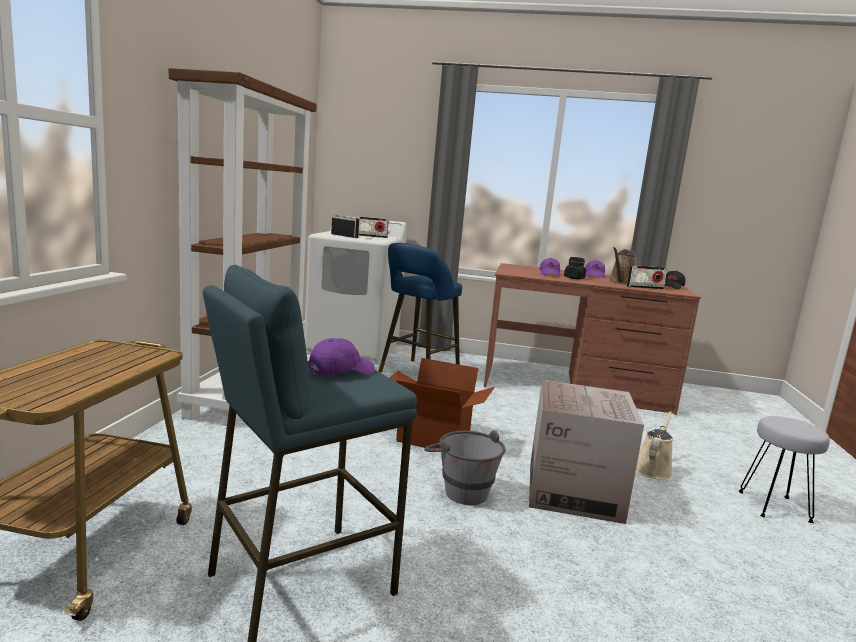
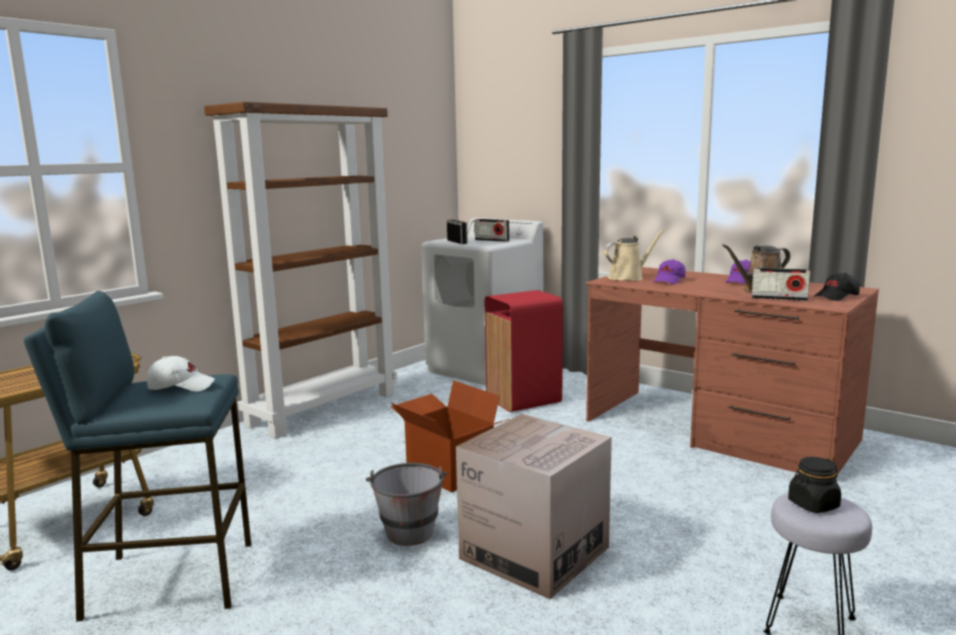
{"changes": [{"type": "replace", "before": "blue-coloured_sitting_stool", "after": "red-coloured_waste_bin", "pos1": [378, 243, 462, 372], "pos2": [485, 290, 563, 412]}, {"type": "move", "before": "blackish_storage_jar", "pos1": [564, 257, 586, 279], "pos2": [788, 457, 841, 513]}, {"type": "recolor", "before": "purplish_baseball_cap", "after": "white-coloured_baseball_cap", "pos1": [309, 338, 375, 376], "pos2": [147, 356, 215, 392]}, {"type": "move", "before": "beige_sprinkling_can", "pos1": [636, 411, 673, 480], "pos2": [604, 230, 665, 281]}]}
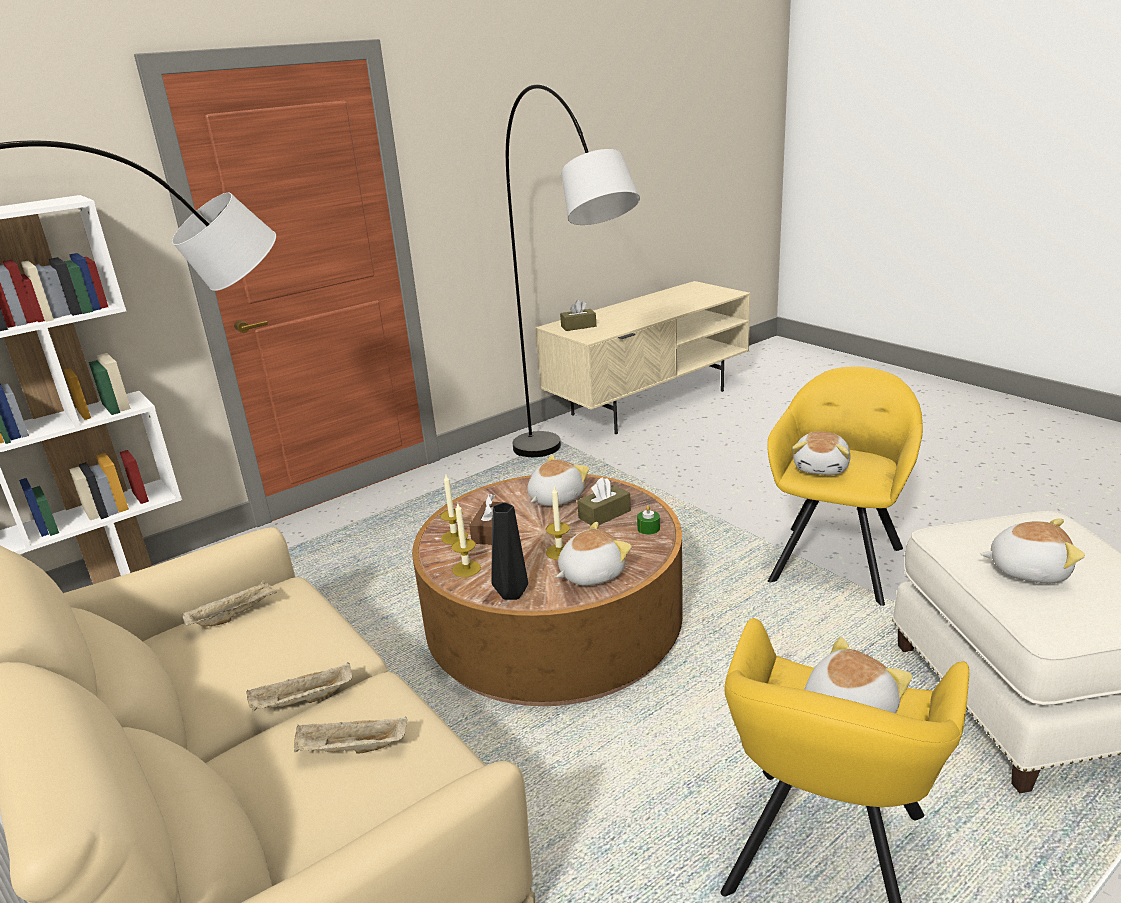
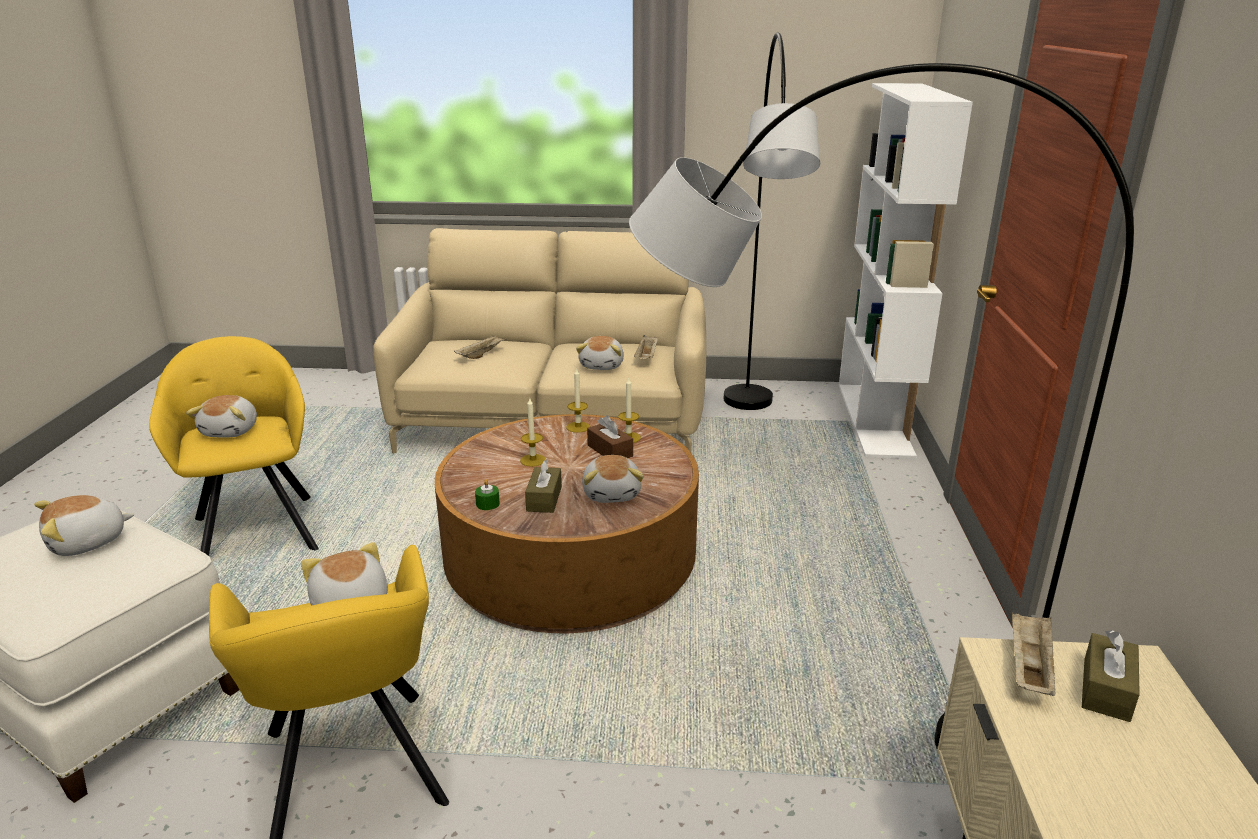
{"changes": [{"type": "delete", "before": "blackish_decorative_vase", "pos1": [491, 502, 528, 600]}, {"type": "move", "before": "plush_toy", "pos1": [556, 522, 632, 586], "pos2": [576, 336, 624, 370]}, {"type": "move", "before": "beige_carrying_tray", "pos1": [246, 662, 352, 711], "pos2": [1012, 612, 1055, 696]}]}
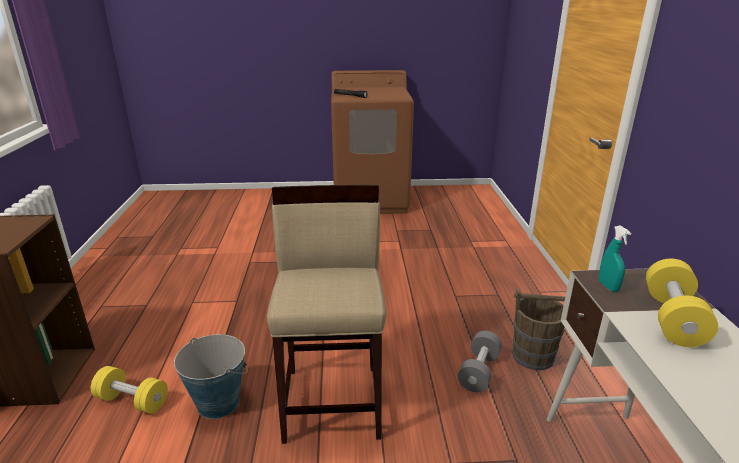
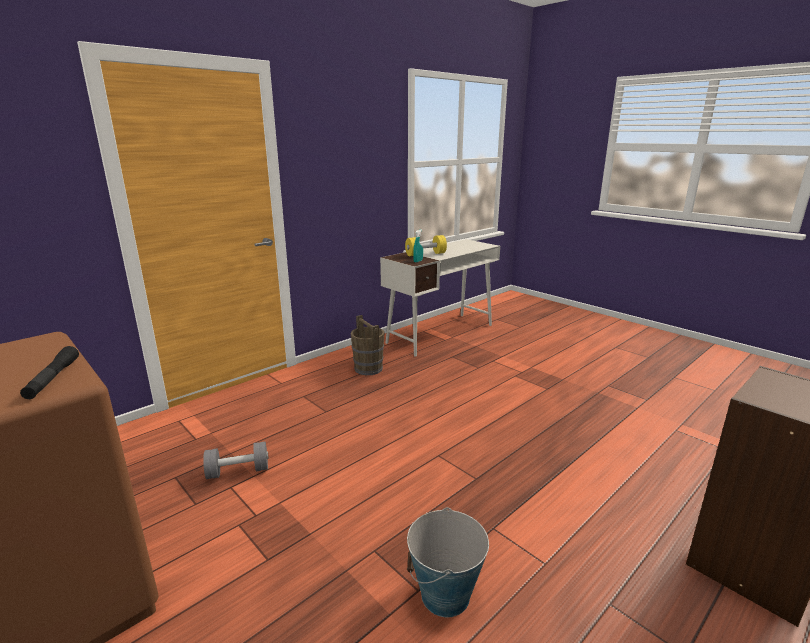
{"changes": [{"type": "delete", "before": "beige_sitting_stool", "pos1": [267, 185, 387, 444]}, {"type": "move", "before": "grey_free_weight", "pos1": [458, 331, 502, 392], "pos2": [203, 442, 268, 479]}, {"type": "move", "before": "water_bucket", "pos1": [174, 334, 248, 419], "pos2": [407, 507, 489, 617]}, {"type": "delete", "before": "yellowish_free_weight", "pos1": [91, 366, 168, 414]}]}
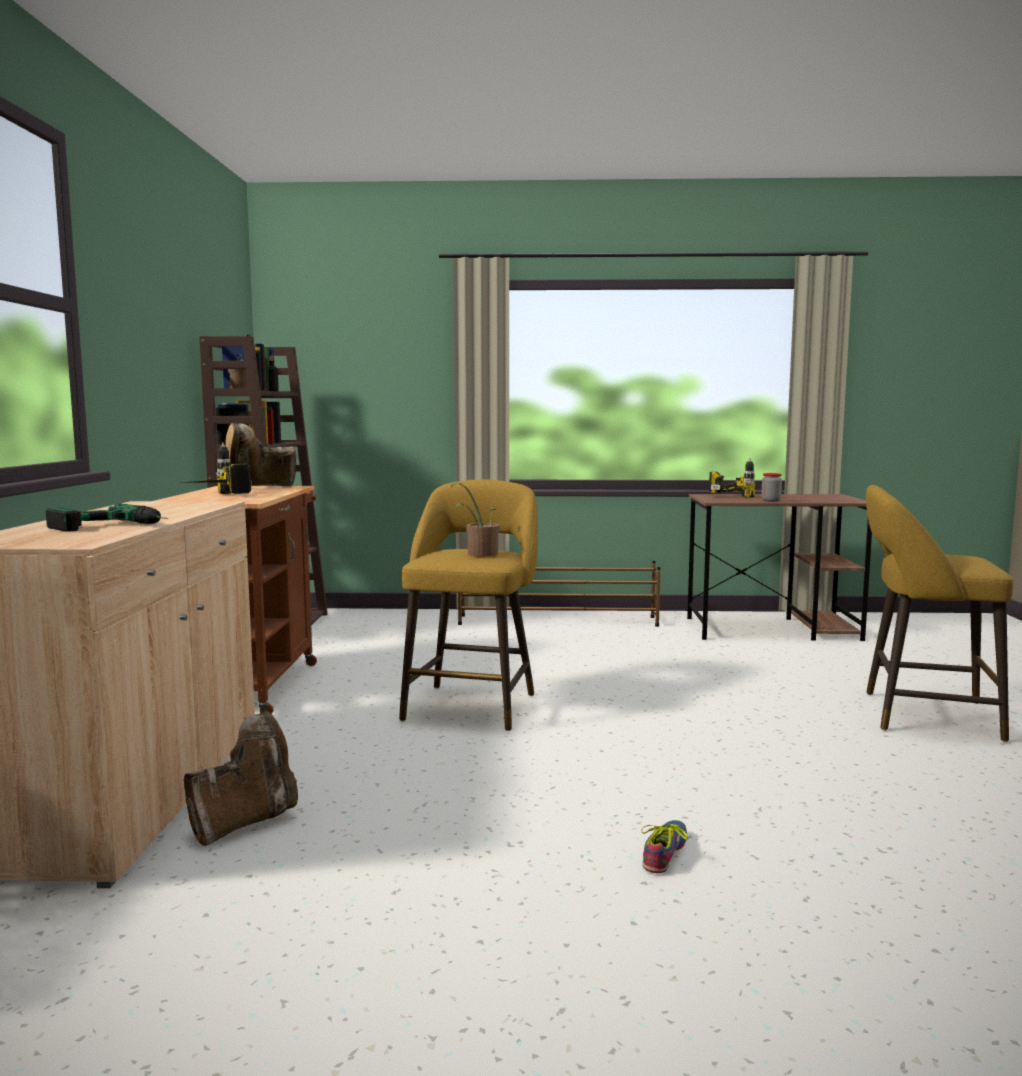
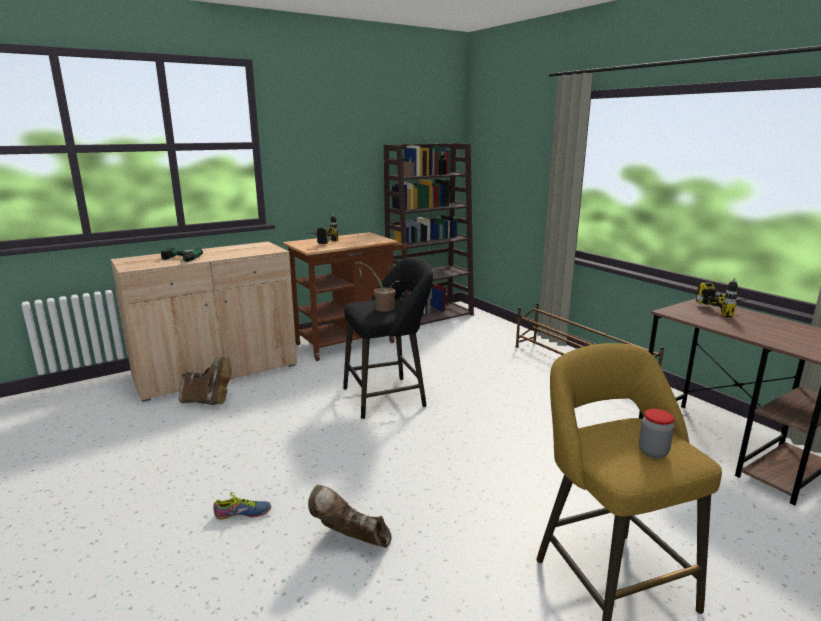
{"changes": [{"type": "move", "before": "brownish_boot", "pos1": [226, 423, 296, 486], "pos2": [308, 485, 392, 548]}, {"type": "move", "before": "storage_jar", "pos1": [761, 473, 782, 502], "pos2": [639, 409, 674, 458]}, {"type": "recolor", "before": "yellowish_sitting_stool", "after": "blackish_sitting_stool", "pos1": [399, 479, 538, 731], "pos2": [343, 257, 433, 419]}]}
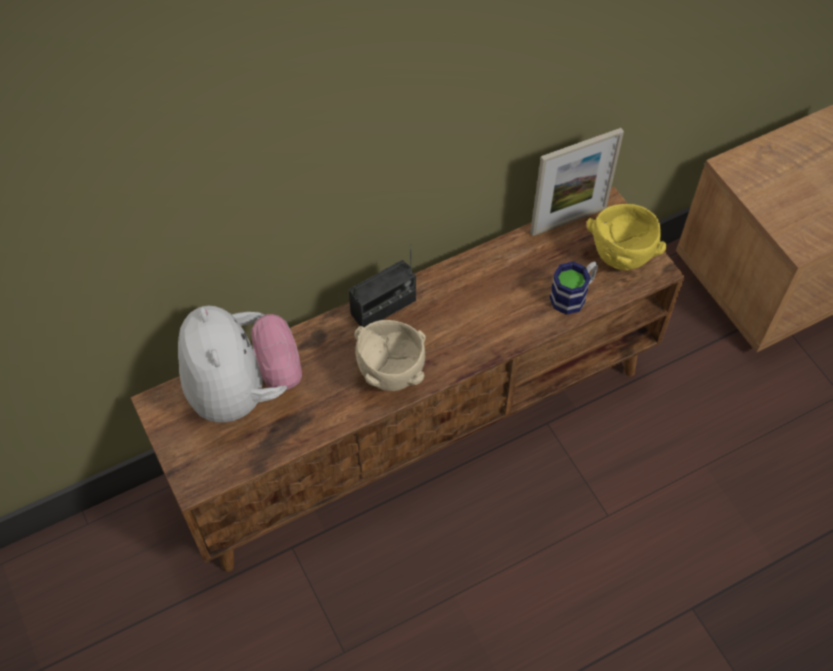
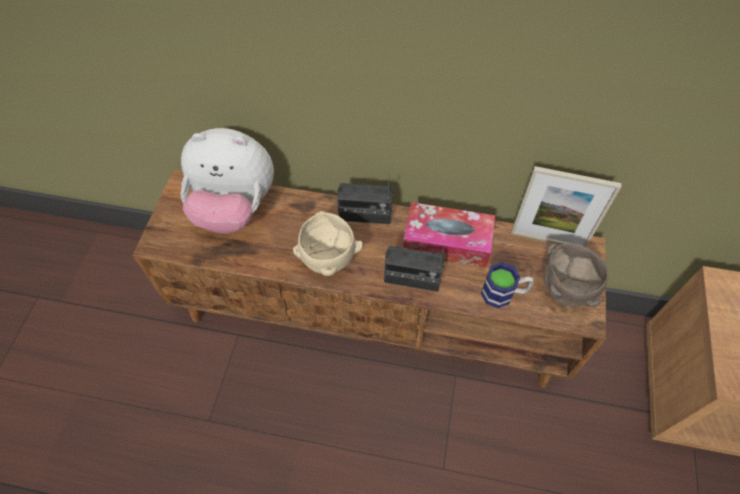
{"changes": [{"type": "recolor", "before": "yellowish_serving_bowl", "after": "brownish_serving_bowl", "pos1": [587, 204, 666, 270], "pos2": [543, 243, 609, 307]}, {"type": "rotate", "before": "plush_toy", "pos1": [178, 306, 302, 422], "pos2": [181, 128, 274, 234], "turn": 75}, {"type": "insert", "after": "tissue_holder", "pos2": [403, 202, 495, 268]}, {"type": "insert", "after": "radio_receiver", "pos2": [384, 245, 445, 292]}]}
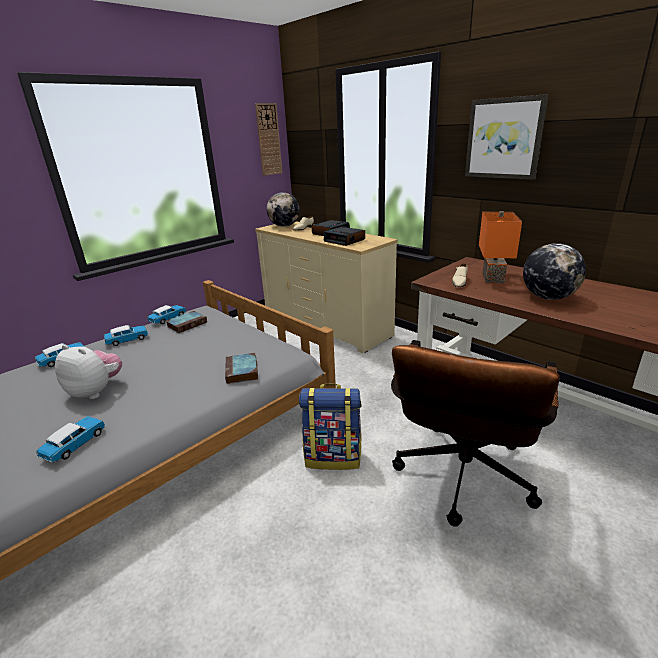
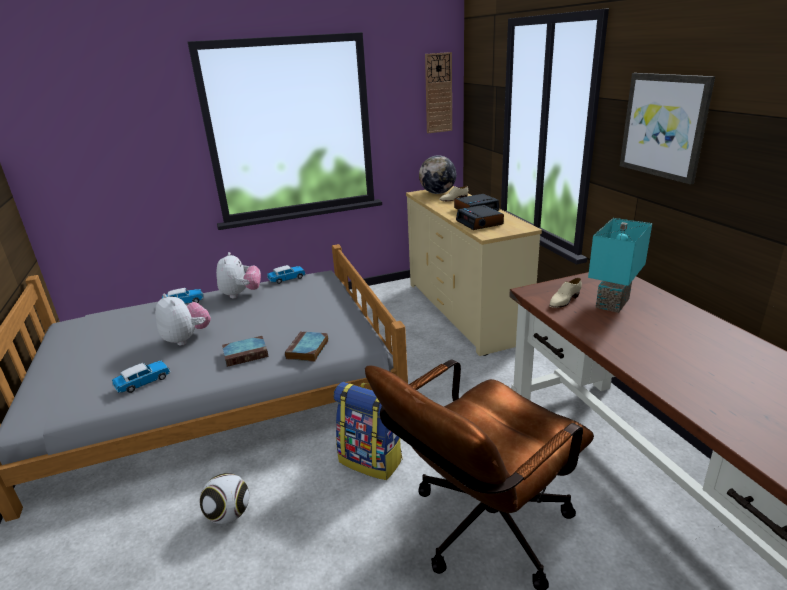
{"changes": [{"type": "recolor", "before": "orange_lamp_for_a_table", "after": "turquoise-coloured_lamp_for_a_table", "pos1": [479, 211, 522, 283], "pos2": [588, 218, 652, 313]}, {"type": "delete", "before": "globe", "pos1": [523, 243, 586, 300]}, {"type": "move", "before": "book", "pos1": [166, 311, 207, 333], "pos2": [222, 336, 268, 367]}, {"type": "replace", "before": "miniature_car", "after": "plush_toy", "pos1": [104, 325, 148, 346], "pos2": [216, 252, 261, 299]}, {"type": "insert", "after": "ball_for_football", "pos2": [200, 473, 249, 524]}]}
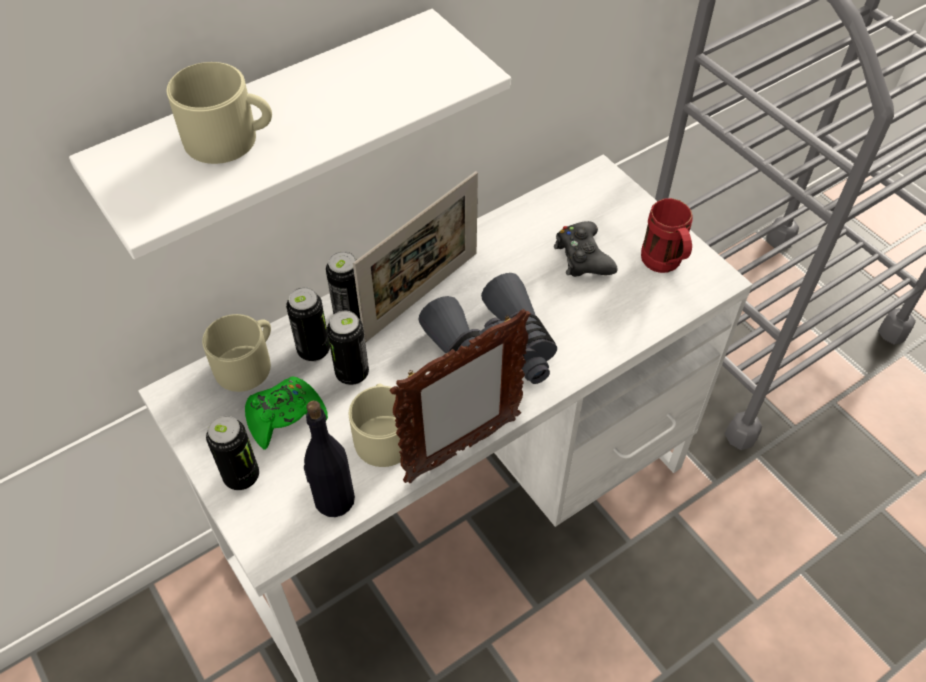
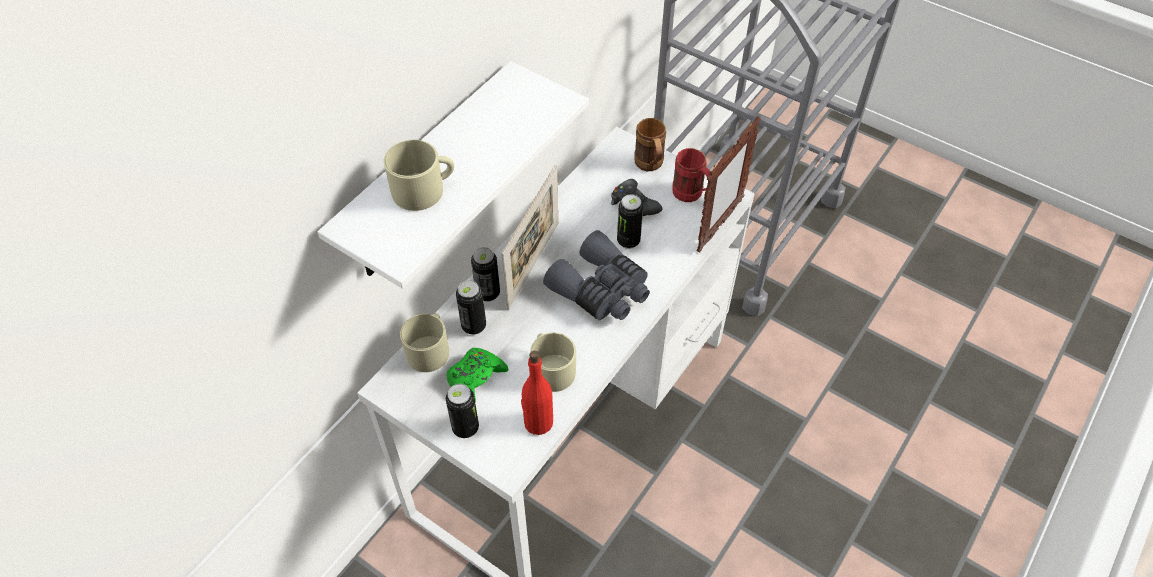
{"changes": [{"type": "move", "before": "standing_frame", "pos1": [390, 309, 531, 483], "pos2": [697, 116, 761, 252]}, {"type": "move", "before": "can", "pos1": [327, 311, 369, 385], "pos2": [617, 195, 643, 249]}, {"type": "recolor", "before": "blackish_drink_bottle", "after": "red-coloured_drink_bottle", "pos1": [304, 401, 355, 517], "pos2": [521, 351, 553, 435]}, {"type": "insert", "after": "brownish_mug", "pos2": [634, 118, 666, 171]}]}
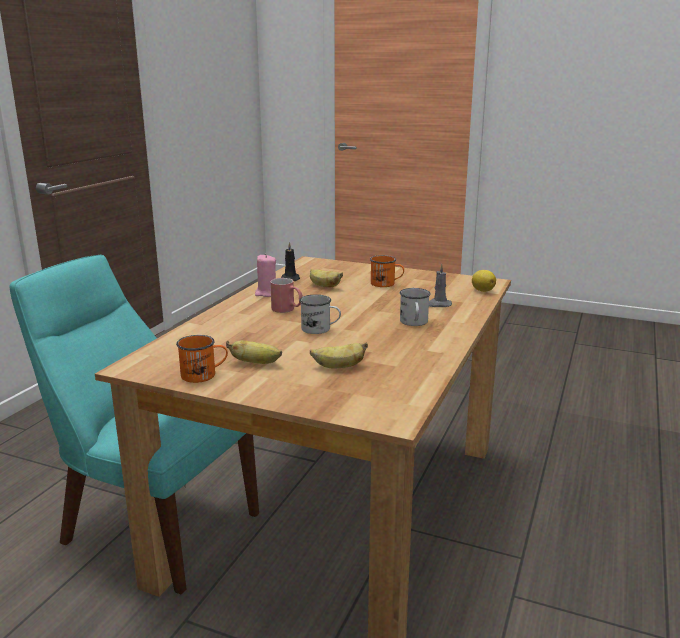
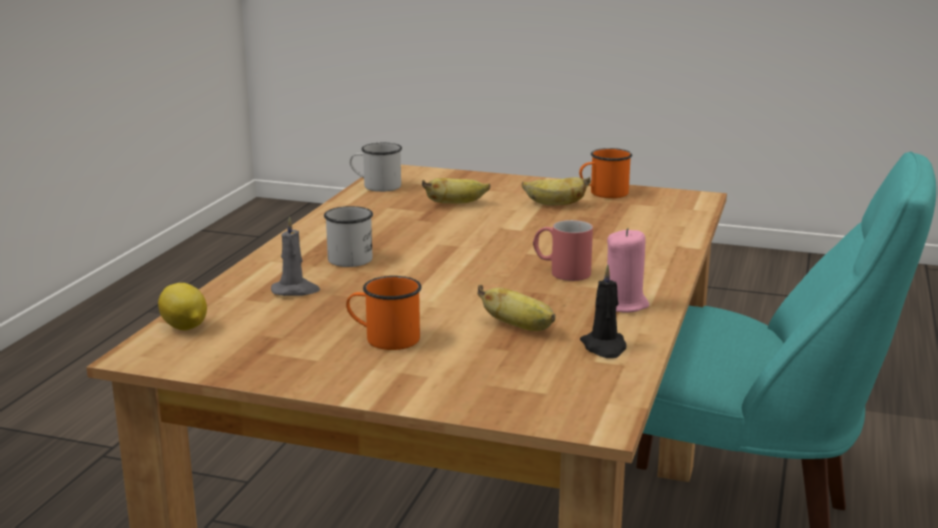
{"changes": [{"type": "move", "before": "white-coloured_mug", "pos1": [299, 294, 341, 334], "pos2": [350, 143, 402, 192]}]}
